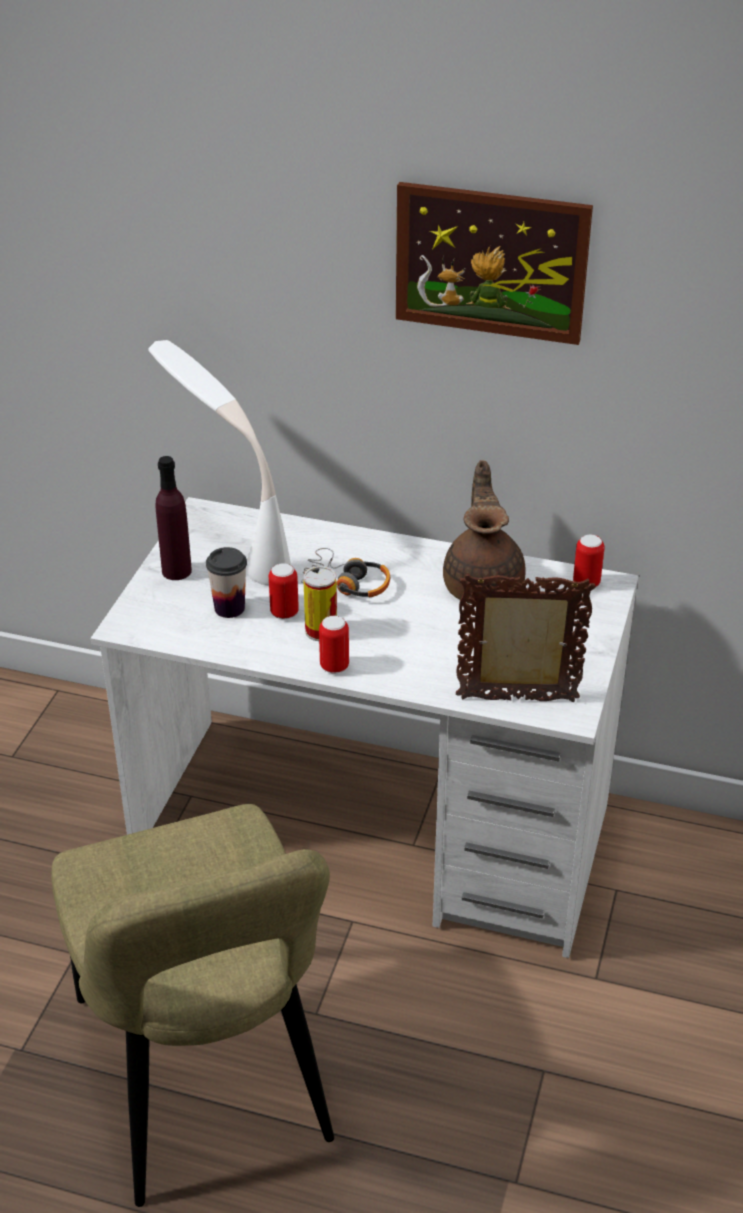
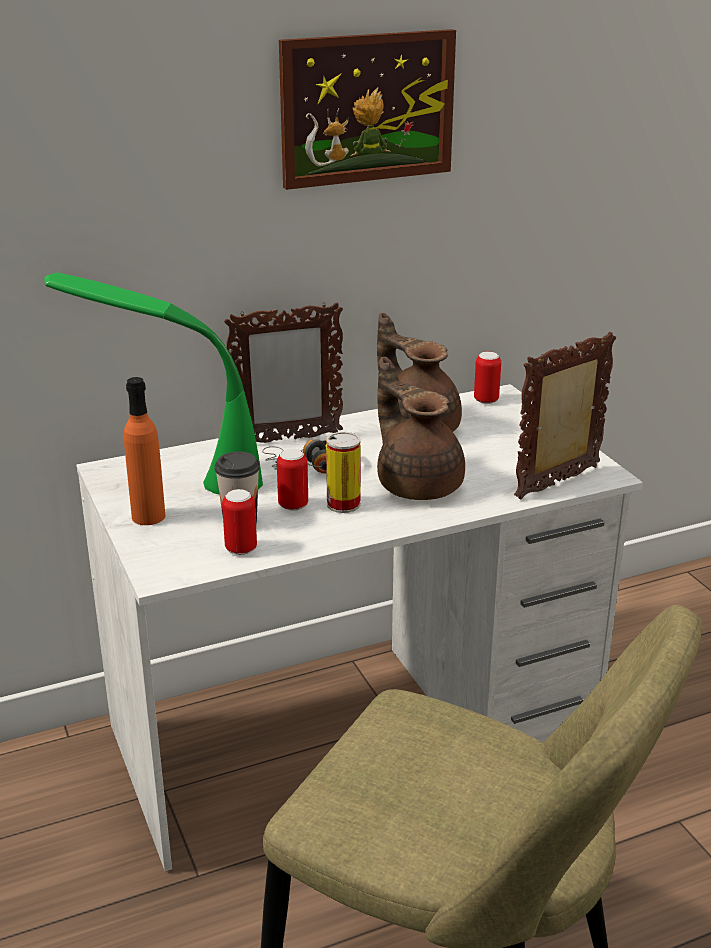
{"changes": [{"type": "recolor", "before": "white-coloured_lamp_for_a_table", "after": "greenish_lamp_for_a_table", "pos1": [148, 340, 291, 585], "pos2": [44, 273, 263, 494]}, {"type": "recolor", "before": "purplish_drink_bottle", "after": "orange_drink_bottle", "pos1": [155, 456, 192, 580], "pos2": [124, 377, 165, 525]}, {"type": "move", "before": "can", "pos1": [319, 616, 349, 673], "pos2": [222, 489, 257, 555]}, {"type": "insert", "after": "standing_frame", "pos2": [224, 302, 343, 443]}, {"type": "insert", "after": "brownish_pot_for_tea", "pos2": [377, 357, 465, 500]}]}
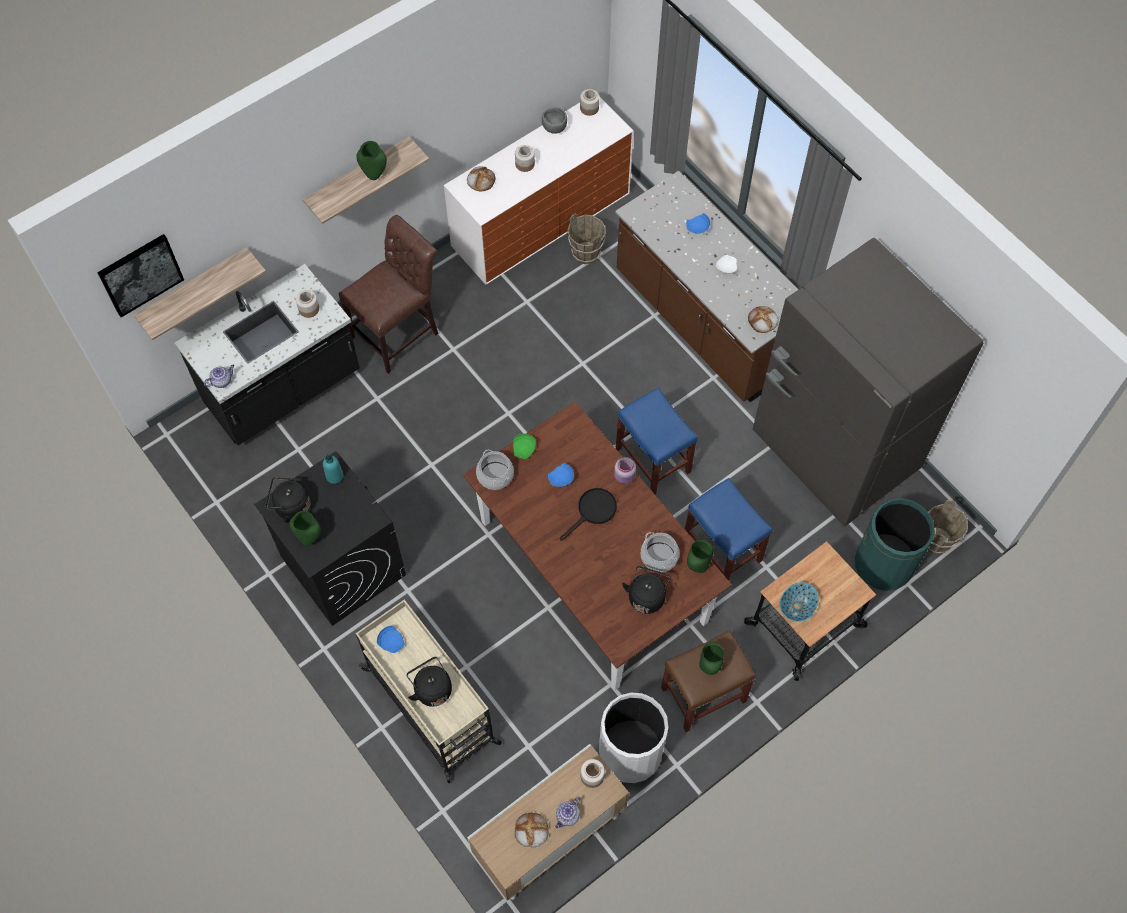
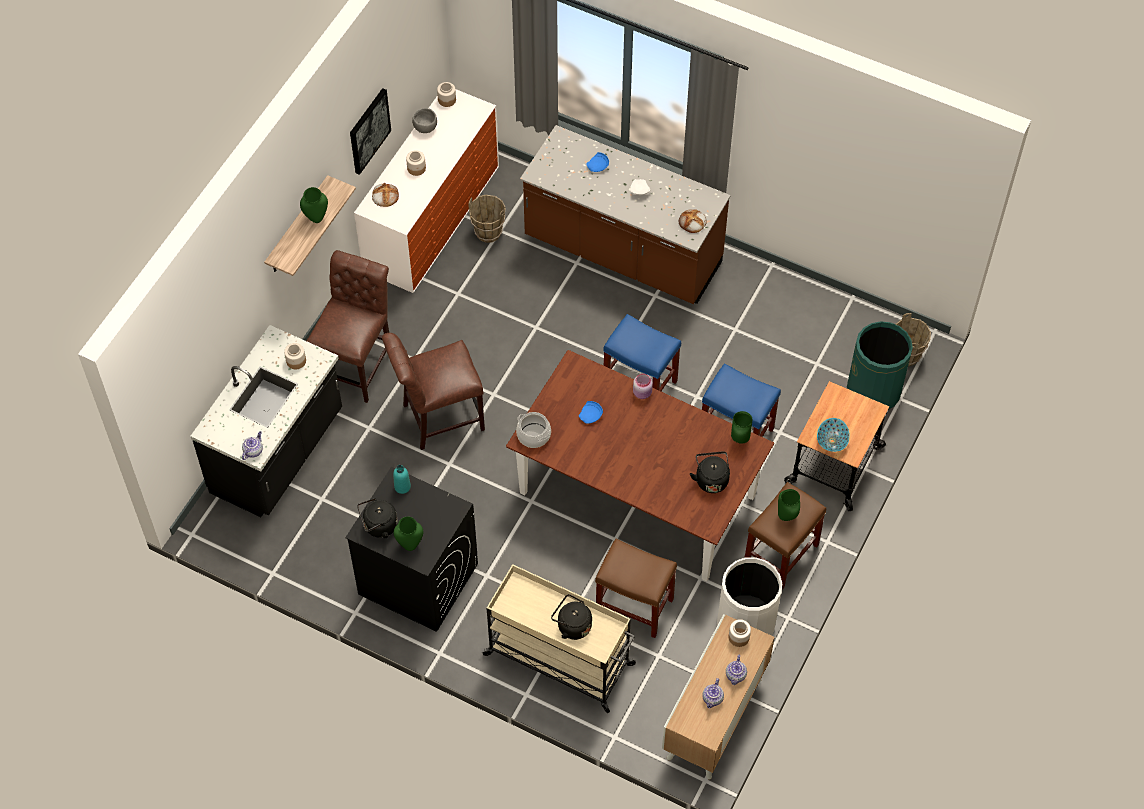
{"changes": [{"type": "move", "before": "wall_picture", "pos1": [97, 234, 184, 317], "pos2": [350, 88, 391, 175]}, {"type": "delete", "before": "grey_fridge", "pos1": [753, 238, 983, 526]}, {"type": "delete", "before": "wall_shelf", "pos1": [133, 247, 266, 340]}, {"type": "delete", "before": "greenish_dinner_plate", "pos1": [513, 434, 536, 459]}, {"type": "delete", "before": "blackish_frying_pan", "pos1": [560, 488, 617, 541]}, {"type": "delete", "before": "stockpot", "pos1": [641, 532, 679, 572]}, {"type": "delete", "before": "blue-coloured_dinner_plate", "pos1": [377, 626, 404, 653]}, {"type": "replace", "before": "bread", "after": "pot_for_tea", "pos1": [515, 812, 549, 847], "pos2": [702, 678, 724, 708]}, {"type": "insert", "after": "brownish_chair", "pos2": [382, 333, 485, 450]}, {"type": "insert", "after": "brownish_sitting_stool", "pos2": [595, 539, 677, 638]}]}
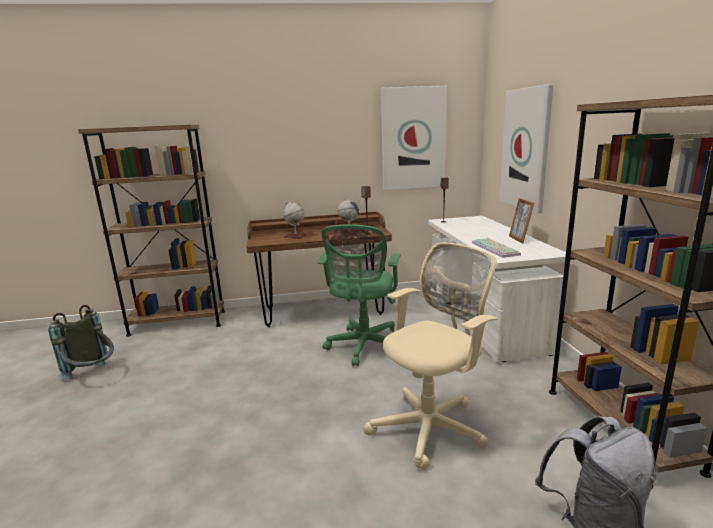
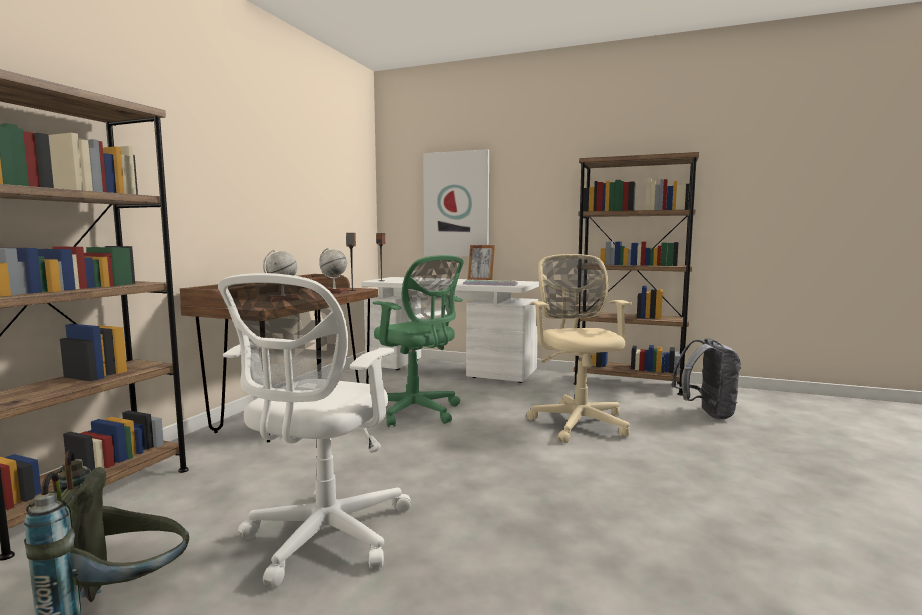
{"changes": [{"type": "delete", "before": "wall_picture", "pos1": [381, 86, 447, 191]}, {"type": "insert", "after": "white-coloured_office_chair", "pos2": [218, 273, 411, 587]}]}
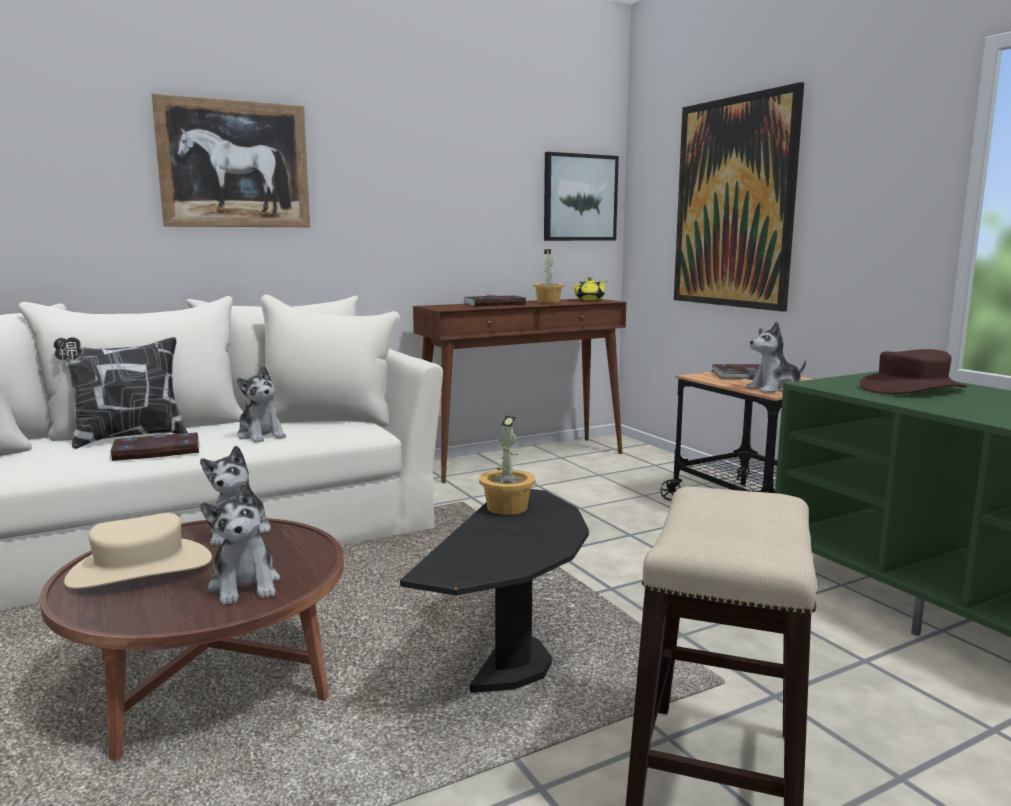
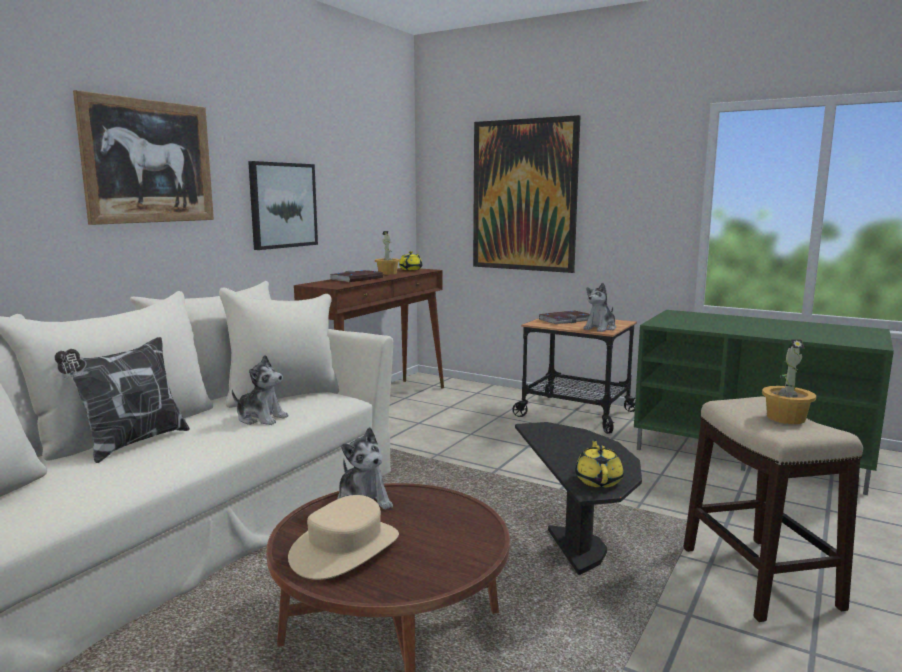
{"changes": [{"type": "move", "before": "wall_picture", "pos1": [544, 152, 619, 241], "pos2": [248, 161, 318, 250]}, {"type": "delete", "before": "brownish_clothing_hat", "pos1": [860, 349, 967, 394]}, {"type": "move", "before": "houseplant", "pos1": [479, 416, 535, 515], "pos2": [762, 339, 816, 424]}, {"type": "delete", "before": "book", "pos1": [109, 432, 200, 461]}, {"type": "delete", "before": "plush_toy", "pos1": [200, 483, 280, 605]}, {"type": "insert", "after": "yellowish_pot_for_tea", "pos2": [575, 439, 624, 488]}]}
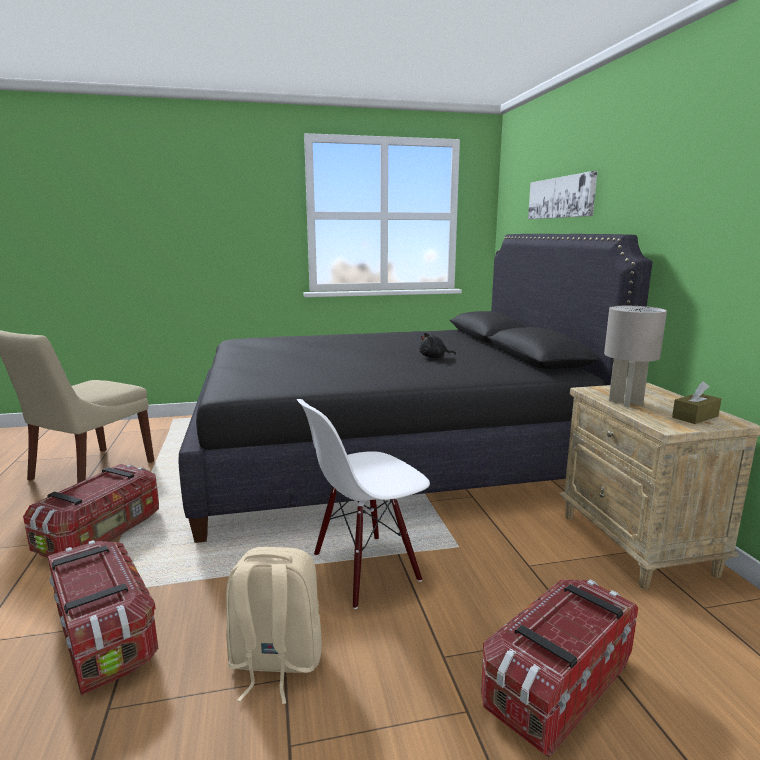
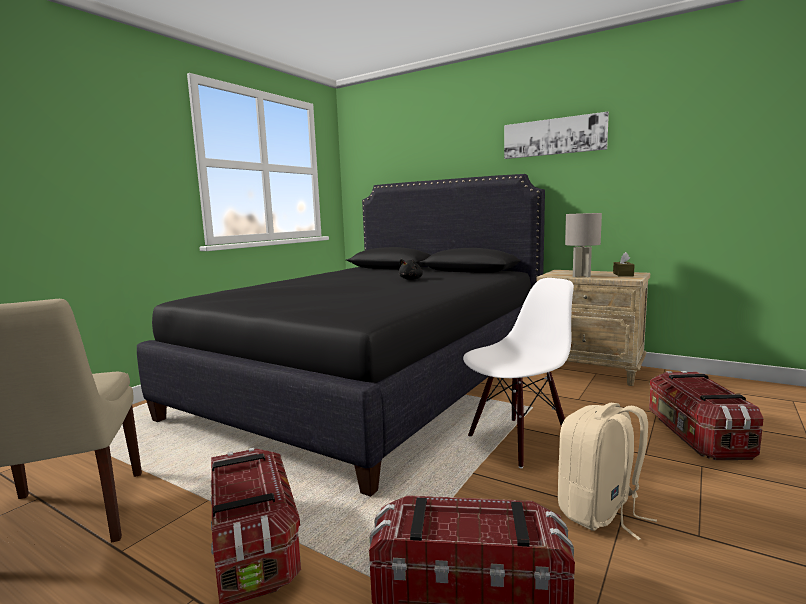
{"changes": [{"type": "move", "before": "wall_picture", "pos1": [528, 171, 597, 219], "pos2": [504, 112, 609, 159]}, {"type": "rotate", "before": "white-coloured_chair", "pos1": [297, 399, 430, 609], "pos2": [463, 278, 574, 468], "turn": -135}]}
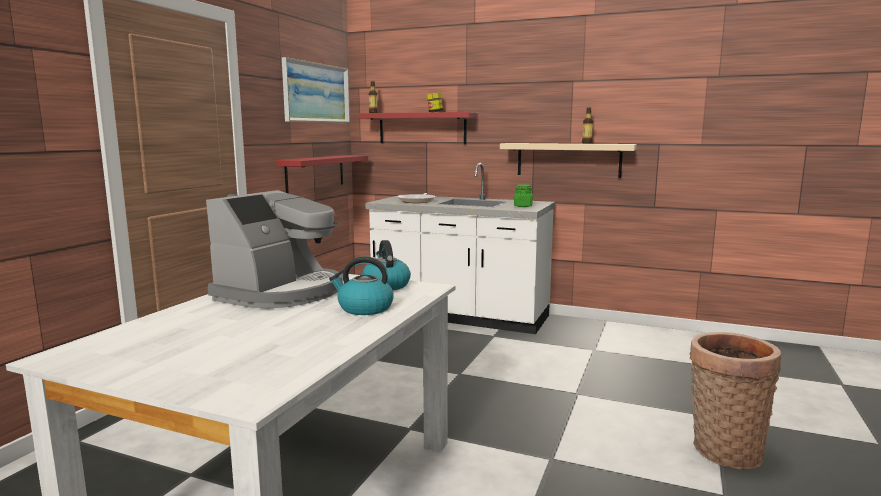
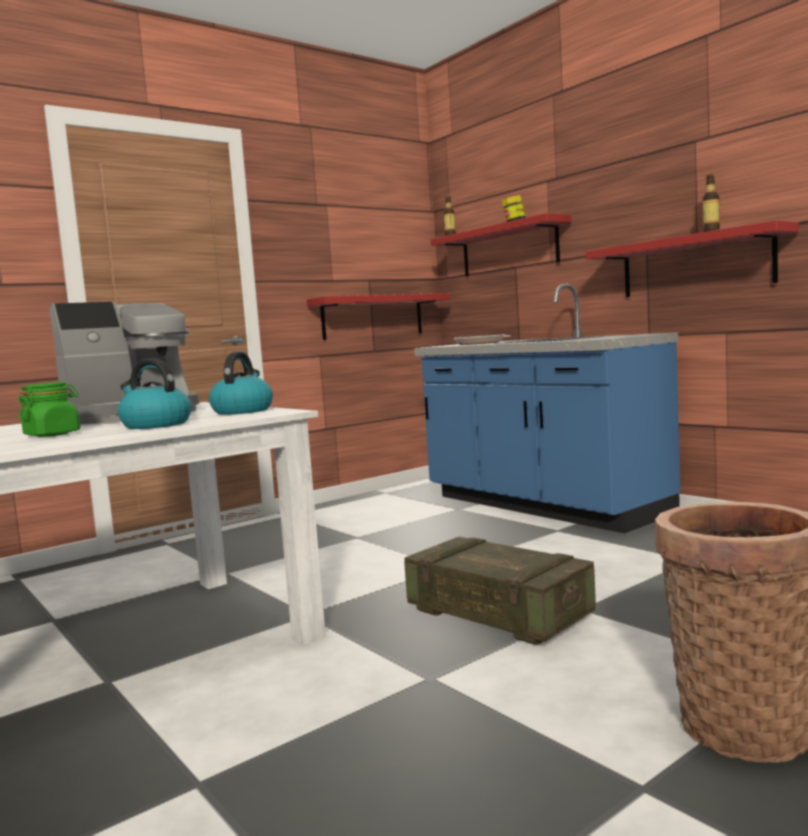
{"changes": [{"type": "delete", "before": "wall_picture", "pos1": [282, 57, 350, 123]}, {"type": "recolor", "before": "beige_wall_shelf", "after": "red-coloured_wall_shelf", "pos1": [500, 143, 637, 178], "pos2": [586, 220, 799, 297]}, {"type": "recolor", "before": "white-coloured_kitchen_counter", "after": "blue-coloured_kitchen_counter", "pos1": [366, 163, 555, 334], "pos2": [414, 284, 680, 533]}, {"type": "move", "before": "greenish_storage_jar", "pos1": [514, 184, 533, 207], "pos2": [18, 382, 81, 437]}, {"type": "insert", "after": "crate", "pos2": [404, 537, 596, 645]}]}
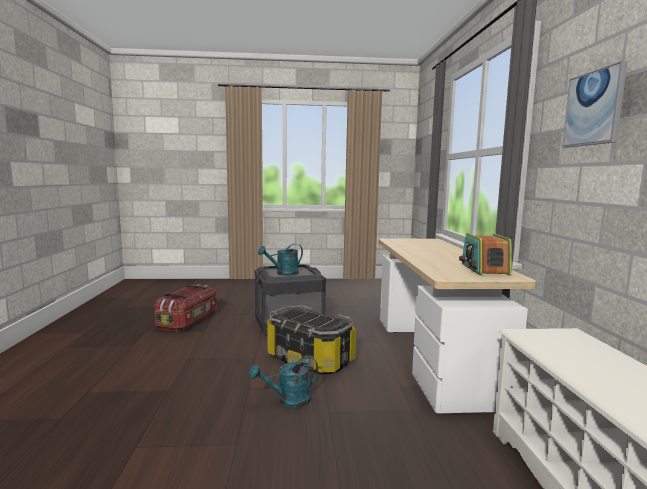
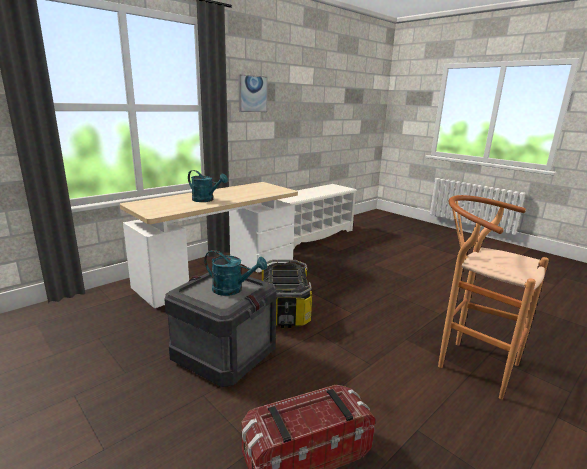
{"changes": [{"type": "delete", "before": "radio_receiver", "pos1": [459, 233, 512, 276]}, {"type": "move", "before": "turquoise-coloured_sprinkling_can", "pos1": [249, 356, 318, 408], "pos2": [188, 170, 228, 202]}, {"type": "insert", "after": "brownish_sitting_stool", "pos2": [438, 195, 549, 399]}]}
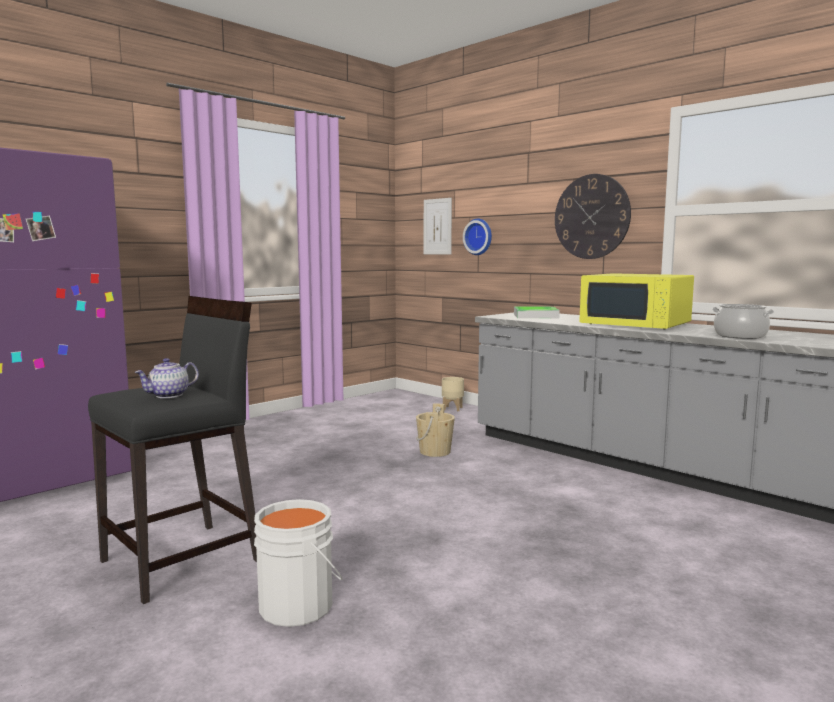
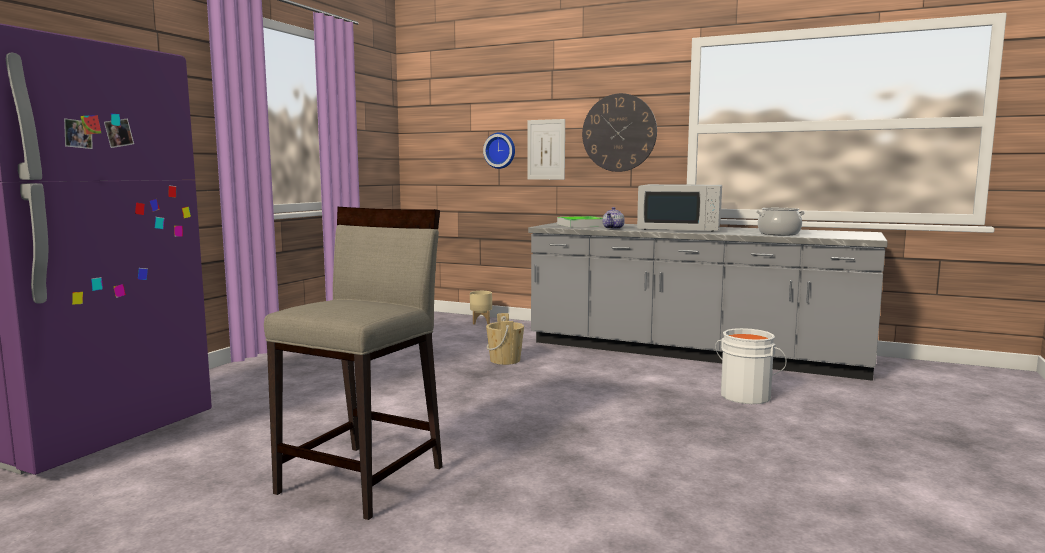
{"changes": [{"type": "move", "before": "wall_picture", "pos1": [424, 198, 452, 254], "pos2": [527, 119, 565, 180]}, {"type": "recolor", "before": "yellowish_microwave_oven", "after": "white-coloured_microwave_oven", "pos1": [580, 273, 694, 330], "pos2": [637, 184, 722, 232]}, {"type": "recolor", "before": "blackish_sitting_stool", "after": "beige_sitting_stool", "pos1": [88, 296, 257, 604], "pos2": [264, 207, 442, 520]}, {"type": "move", "before": "pot_for_tea", "pos1": [134, 358, 199, 398], "pos2": [603, 207, 625, 229]}, {"type": "move", "before": "white-coloured_water_bucket", "pos1": [254, 499, 342, 627], "pos2": [715, 328, 787, 404]}]}
